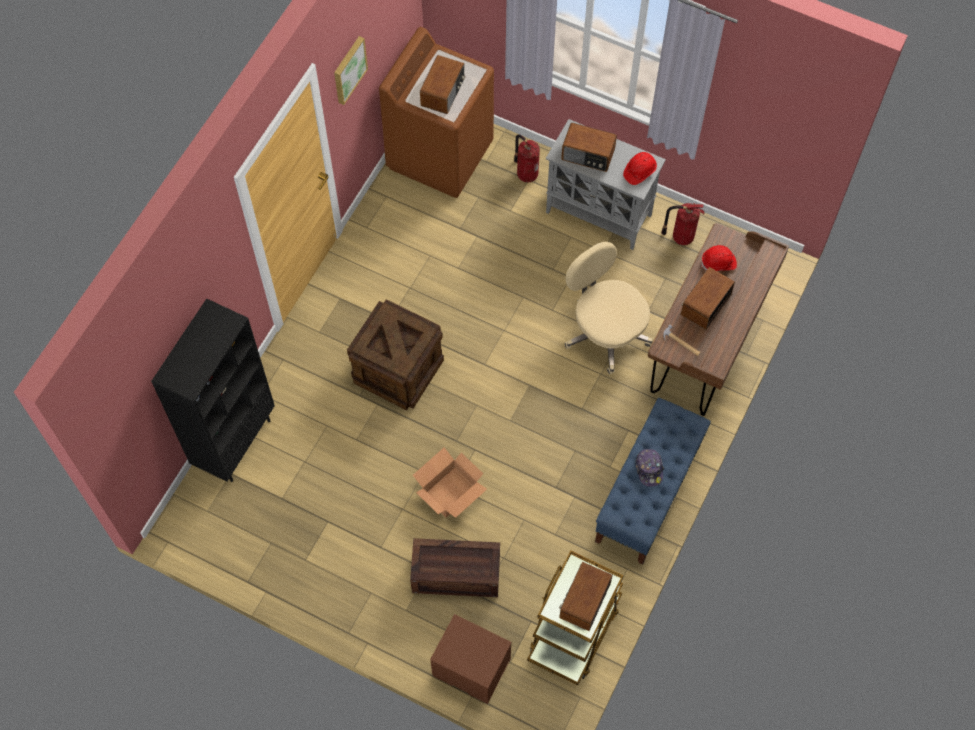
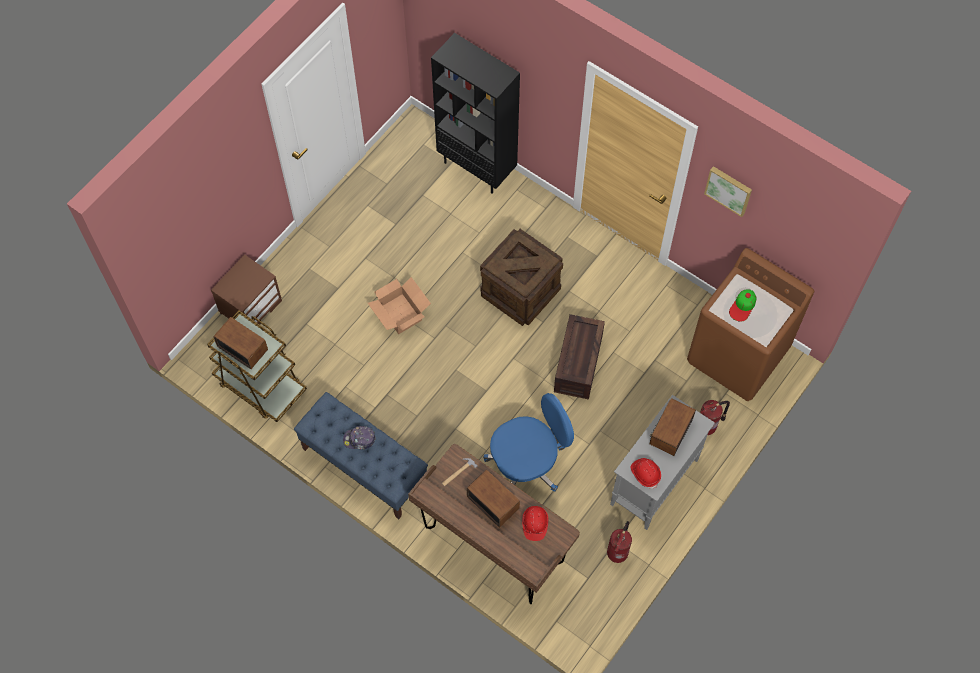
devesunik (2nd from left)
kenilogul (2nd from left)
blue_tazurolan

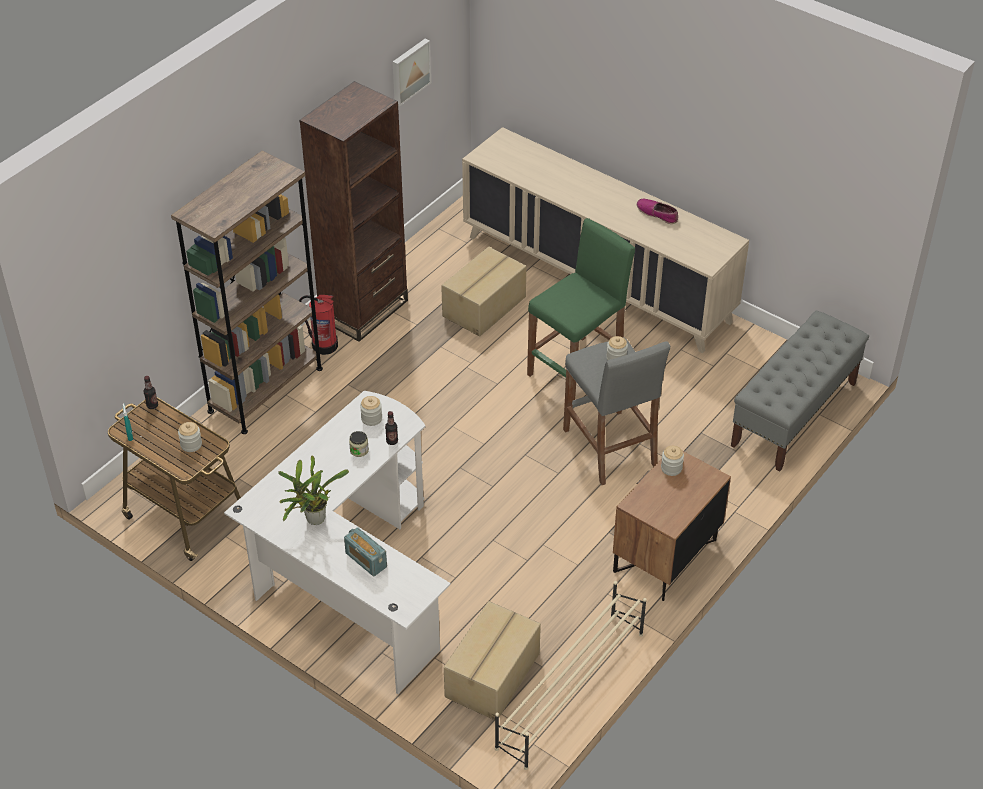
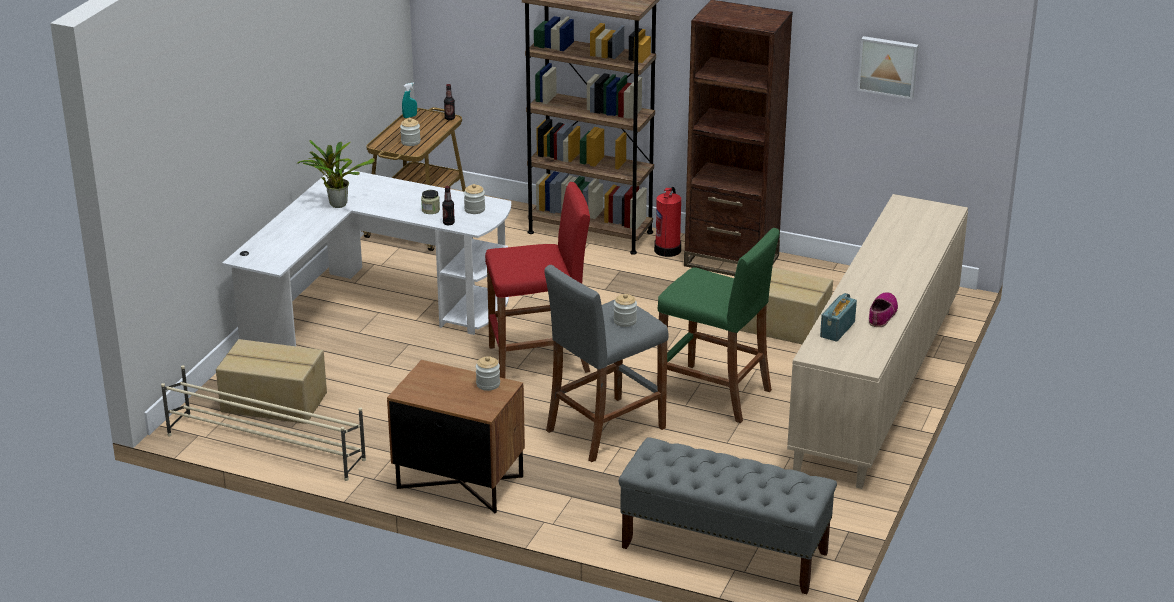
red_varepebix
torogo

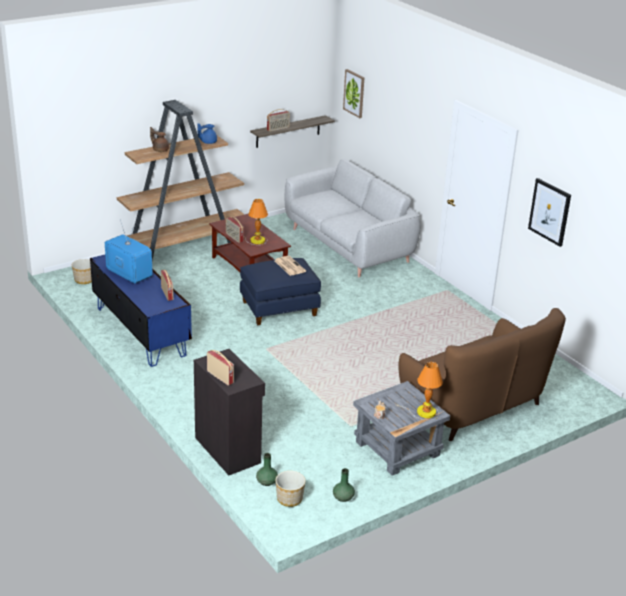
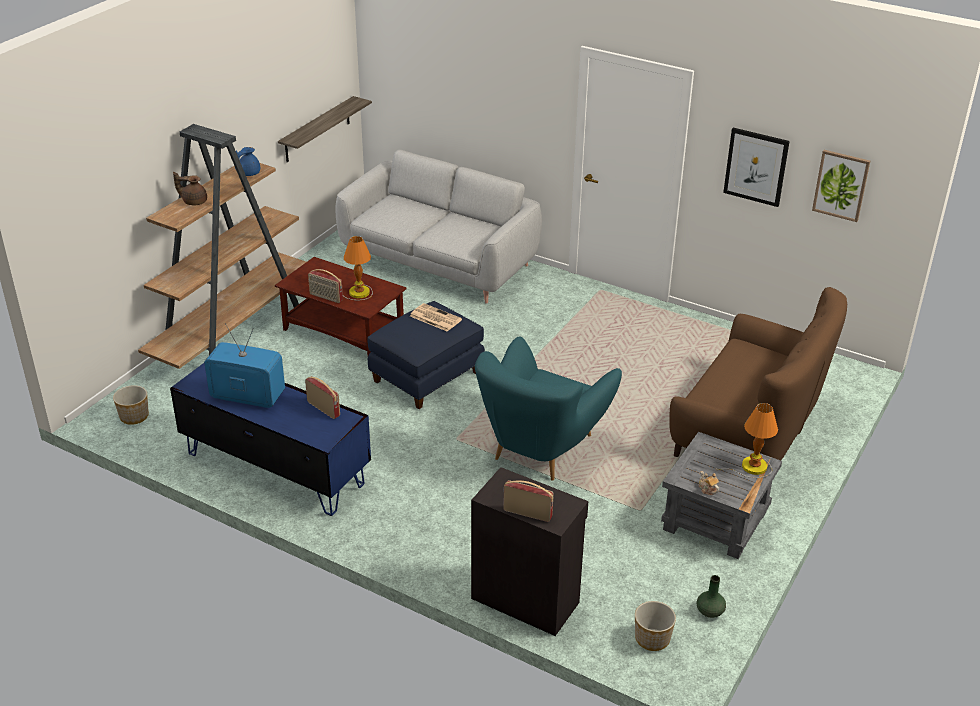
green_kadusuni (1st from left in the first image)
torogo (4th from left in the first image)
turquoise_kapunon
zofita (2nd from left)

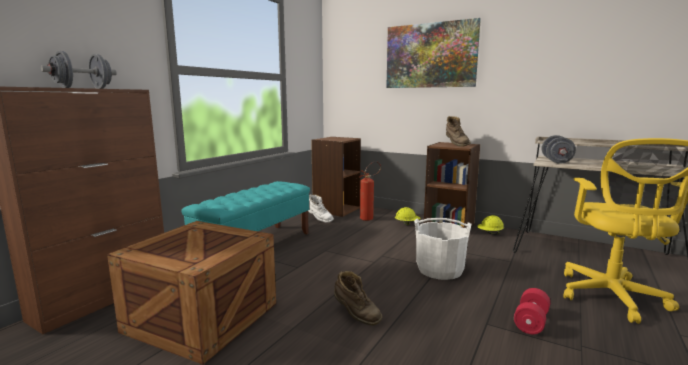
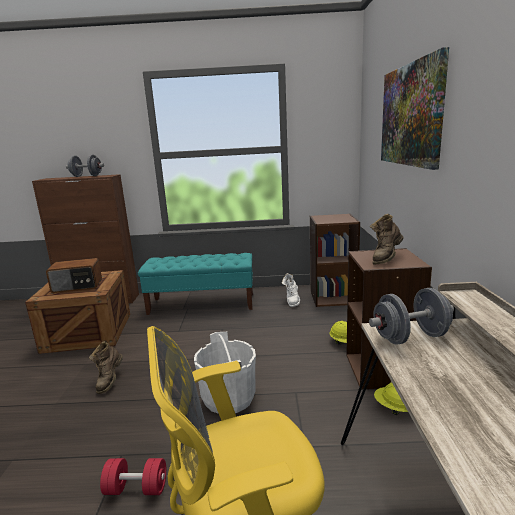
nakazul
torogo

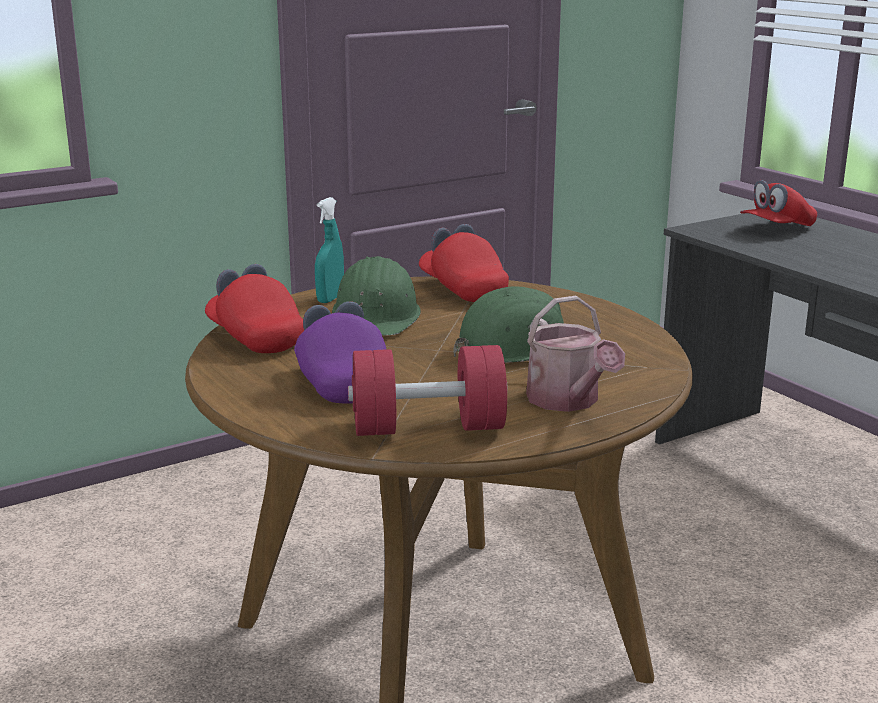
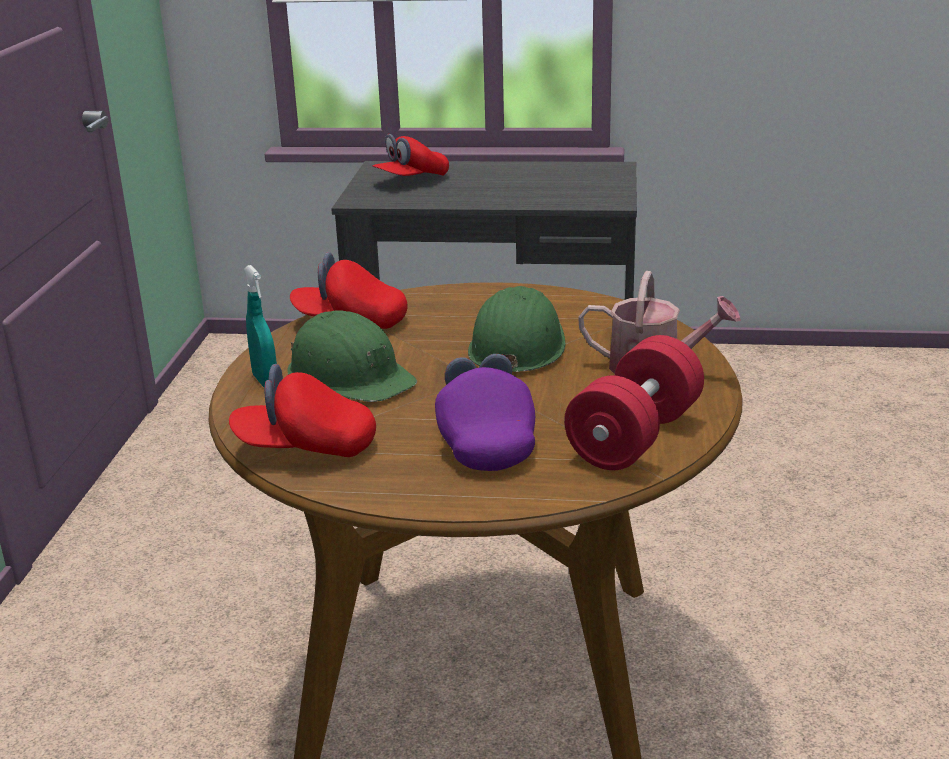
purple_kenilogul
red_kenilogul (3rd from left)

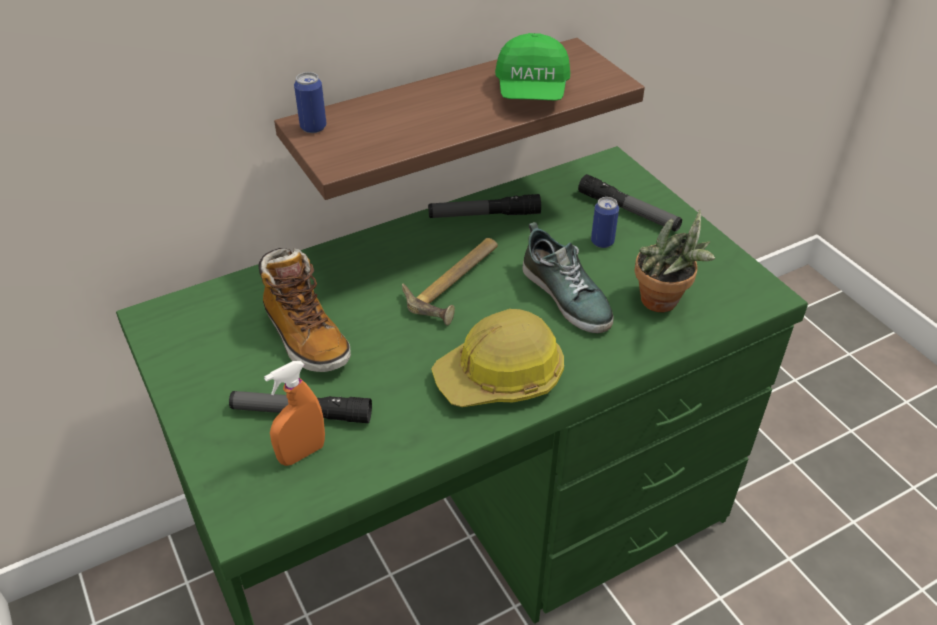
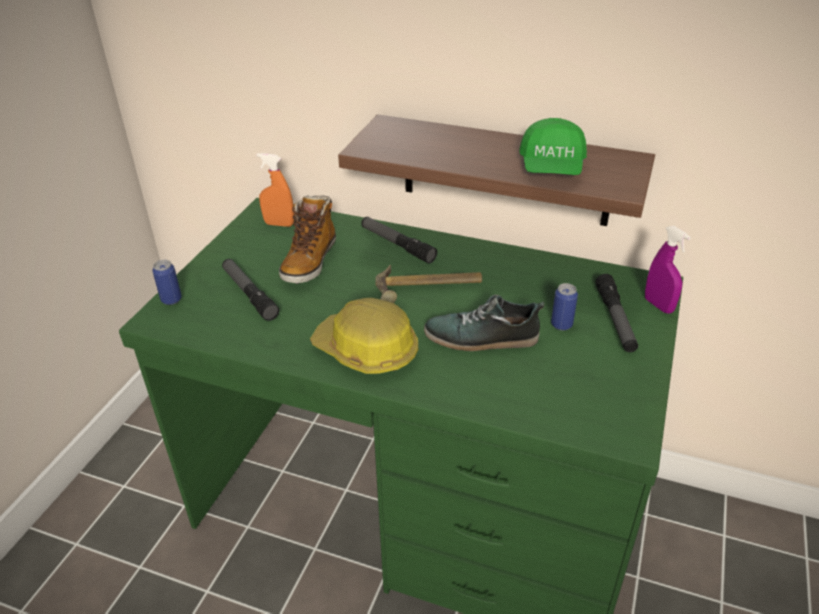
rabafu
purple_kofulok
orange_kofulok
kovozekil (1st from left)
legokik (2nd from left)
green_kenilogul
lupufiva

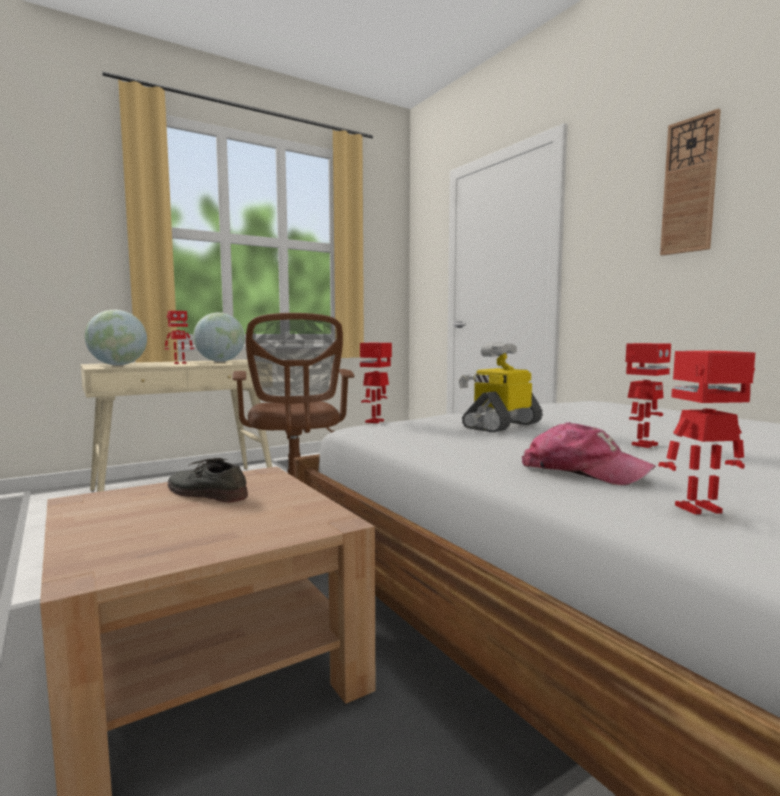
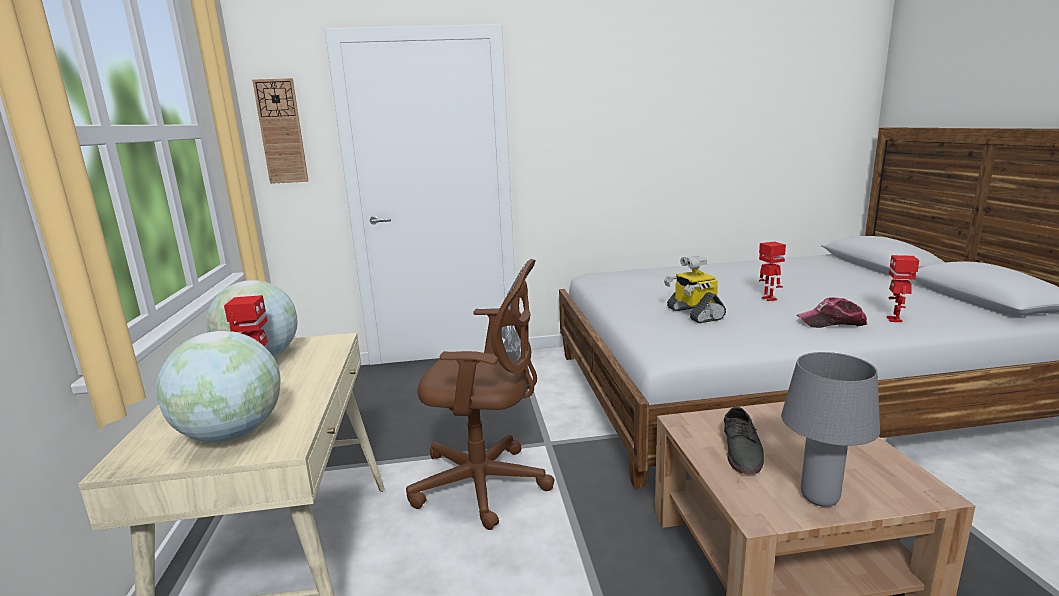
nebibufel (2nd from left in the first image)
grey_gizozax
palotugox
grey_lupufiva
kenilogul

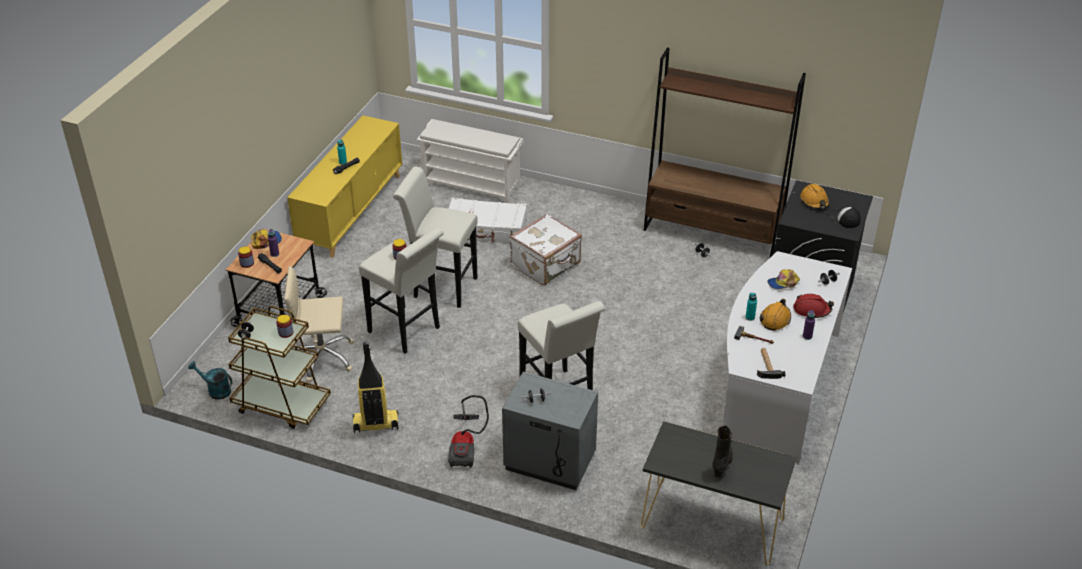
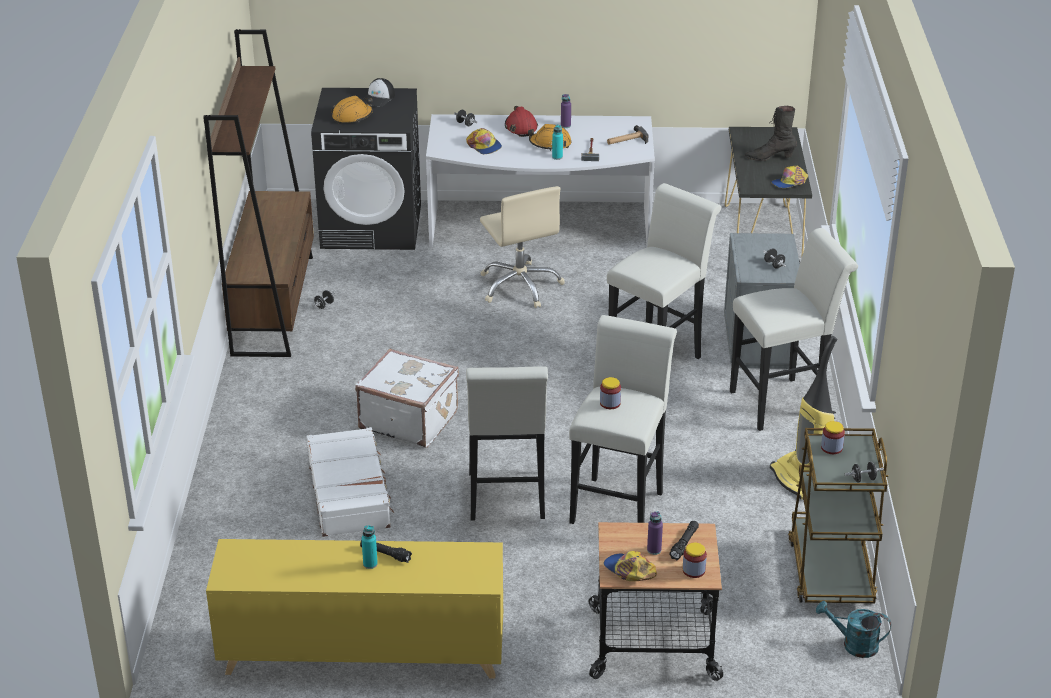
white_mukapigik
kenilogul (4th from left)
beige_tazurolan
white_varepebix (4th from left)
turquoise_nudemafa

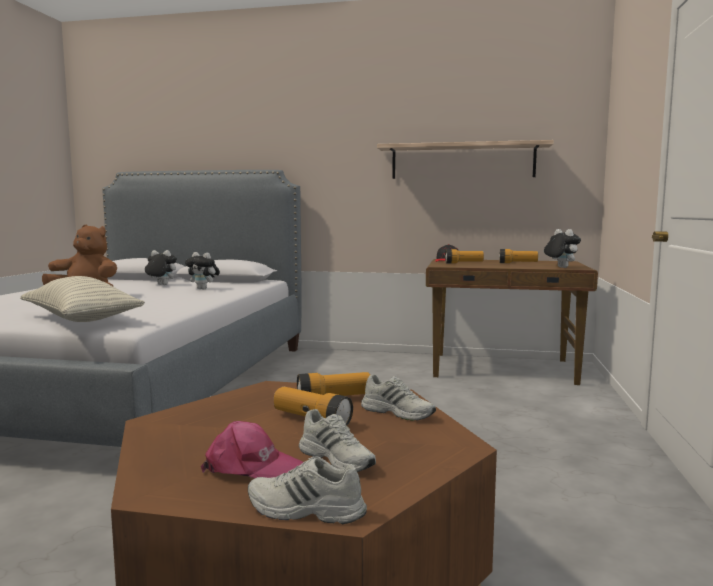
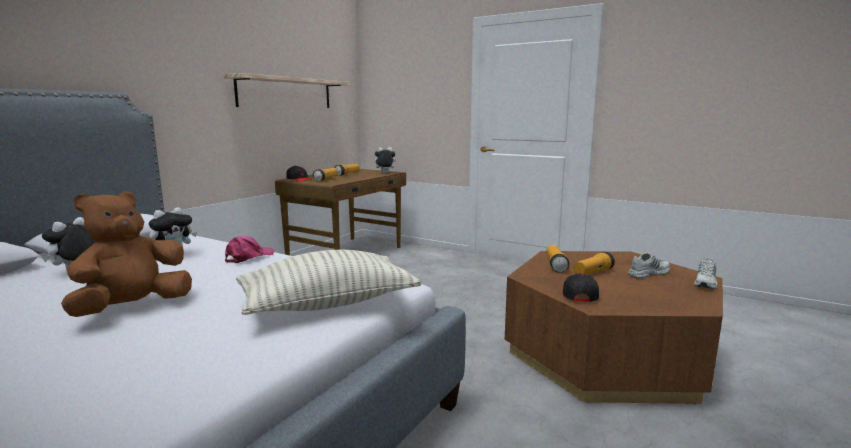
white_lupufiva (3rd from left in the first image)
black_kenilogul (2nd from left)
pink_kenilogul

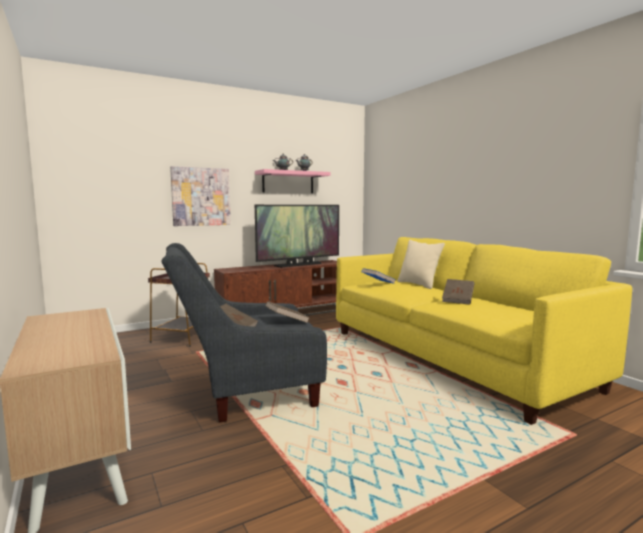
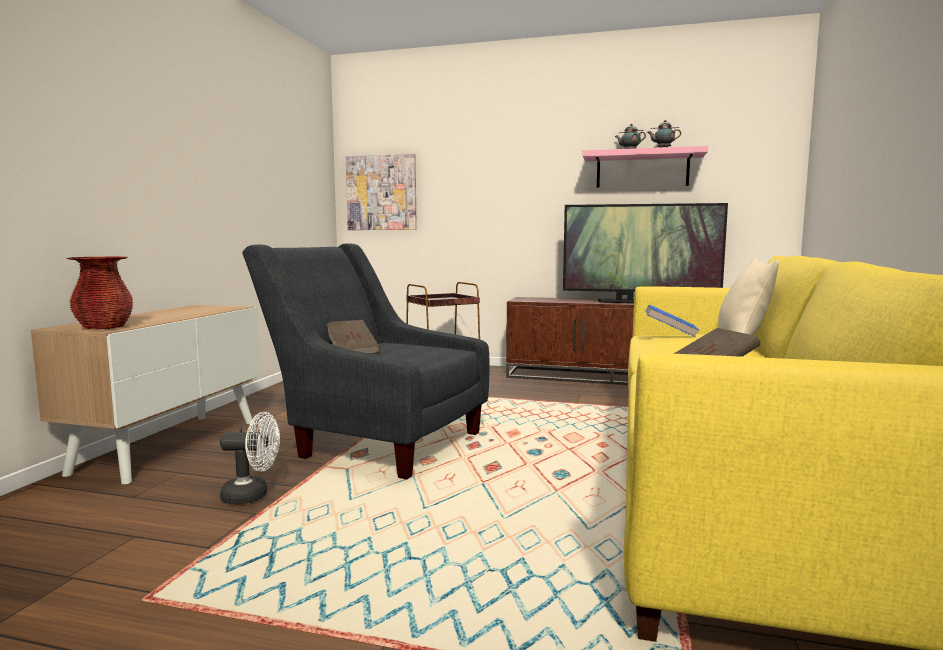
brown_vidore (2nd from left in the first image)
red_kadusuni
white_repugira
zofita

